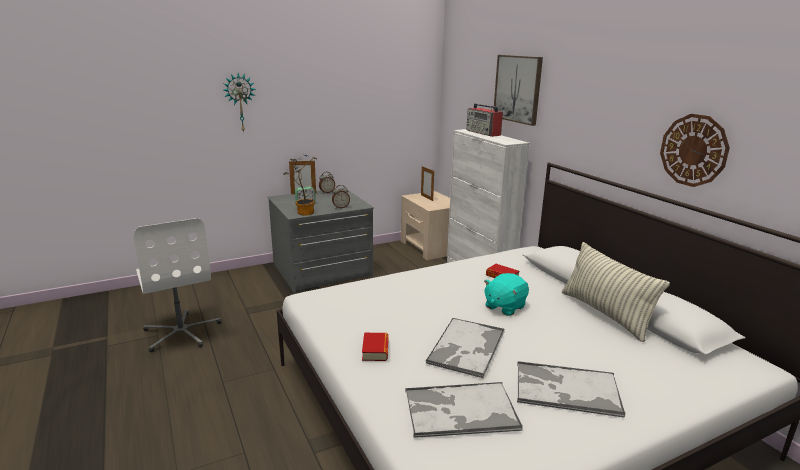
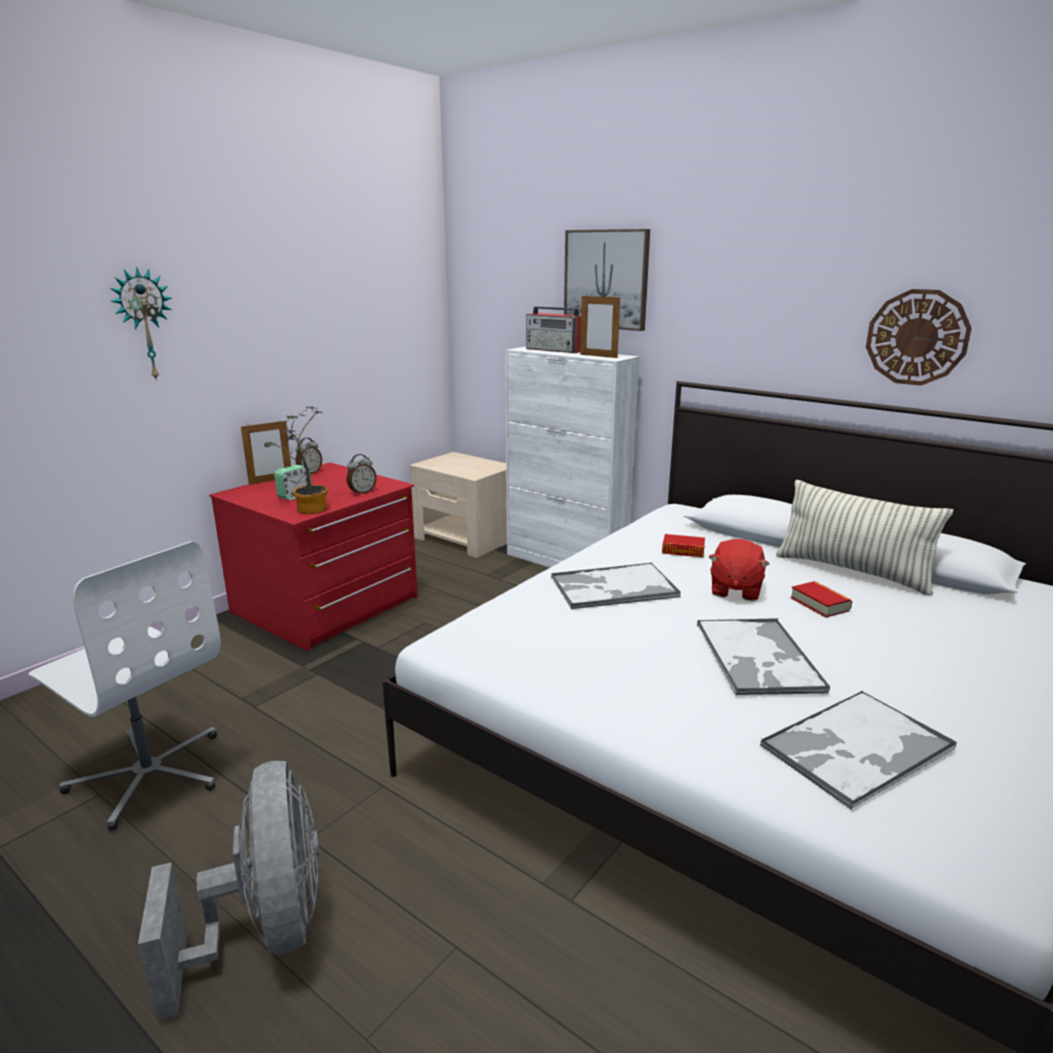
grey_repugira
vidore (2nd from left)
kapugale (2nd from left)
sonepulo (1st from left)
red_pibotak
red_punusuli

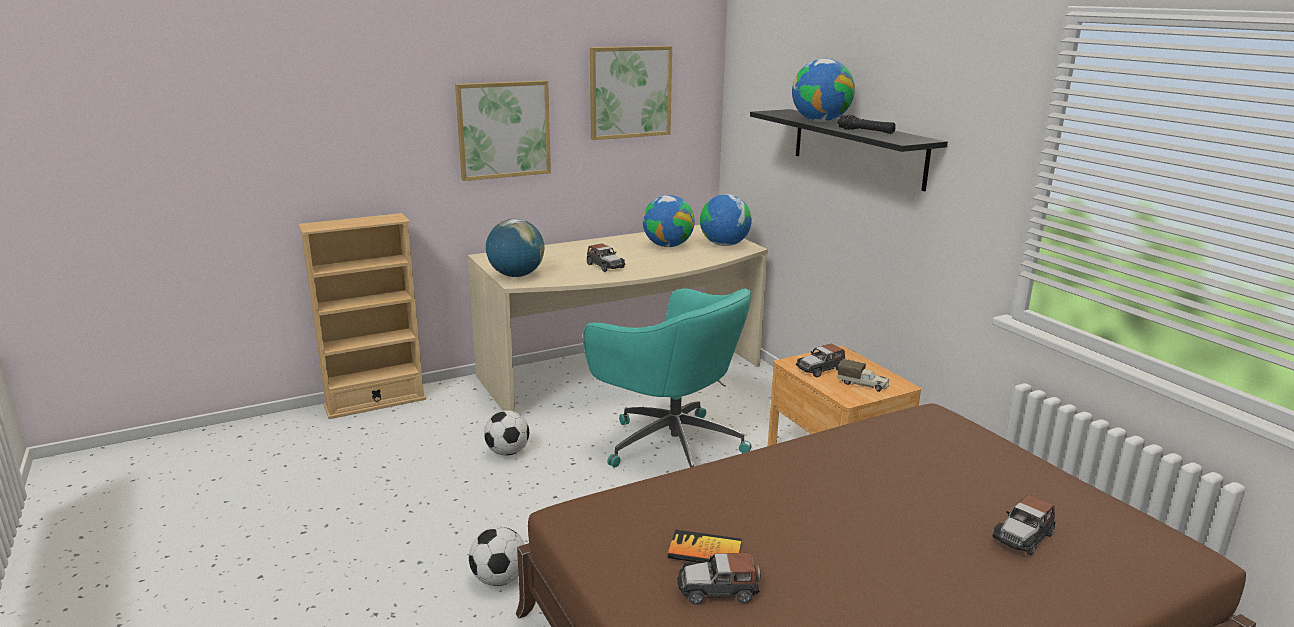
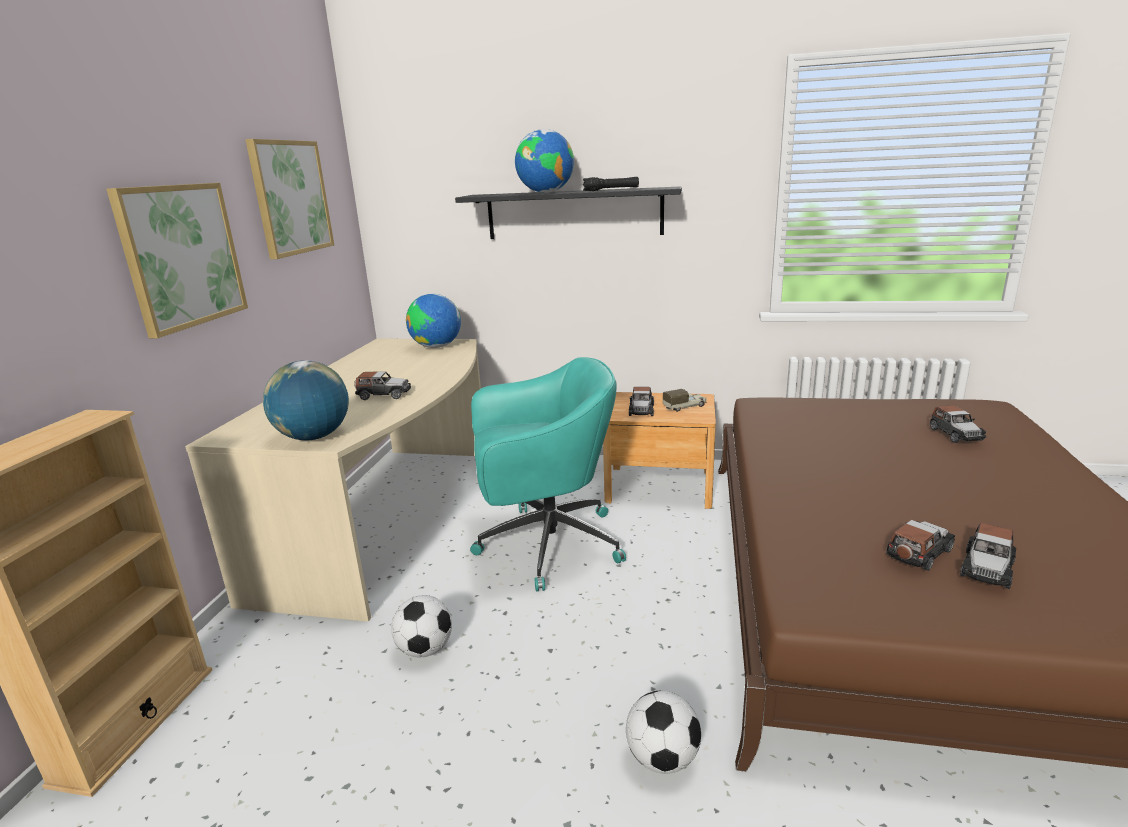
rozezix (2nd from left in the first image)
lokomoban (3rd from left)

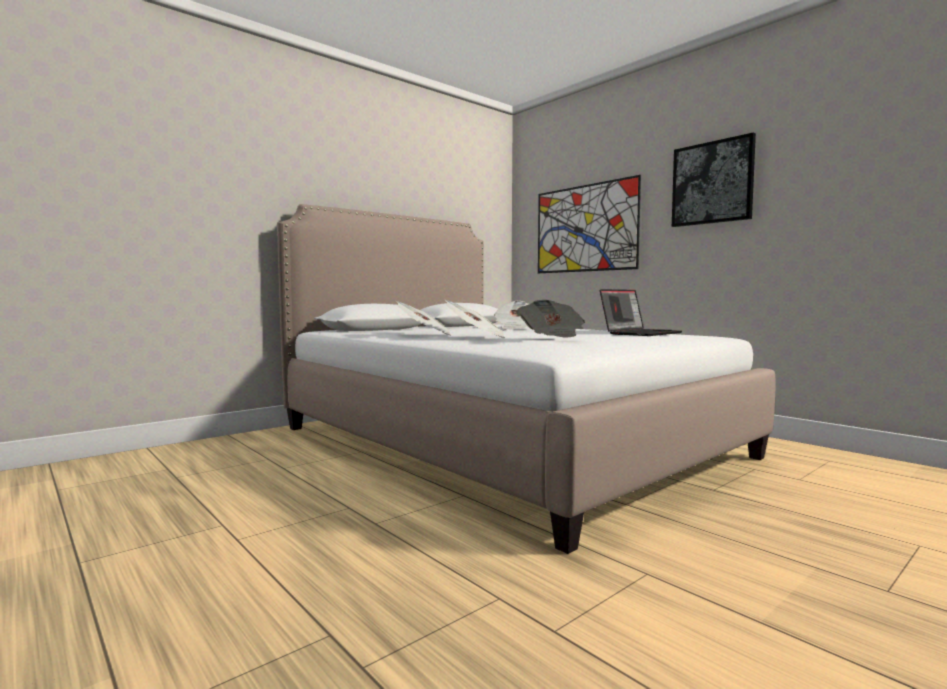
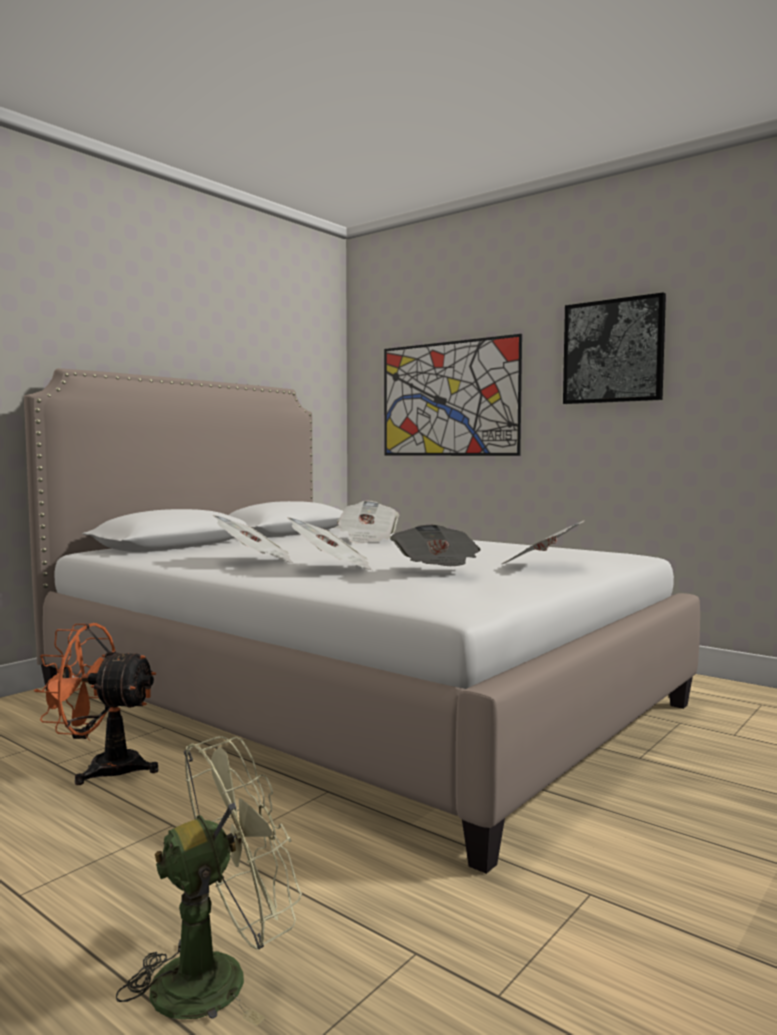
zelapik
orange_repugira
green_repugira
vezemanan (5th from left)

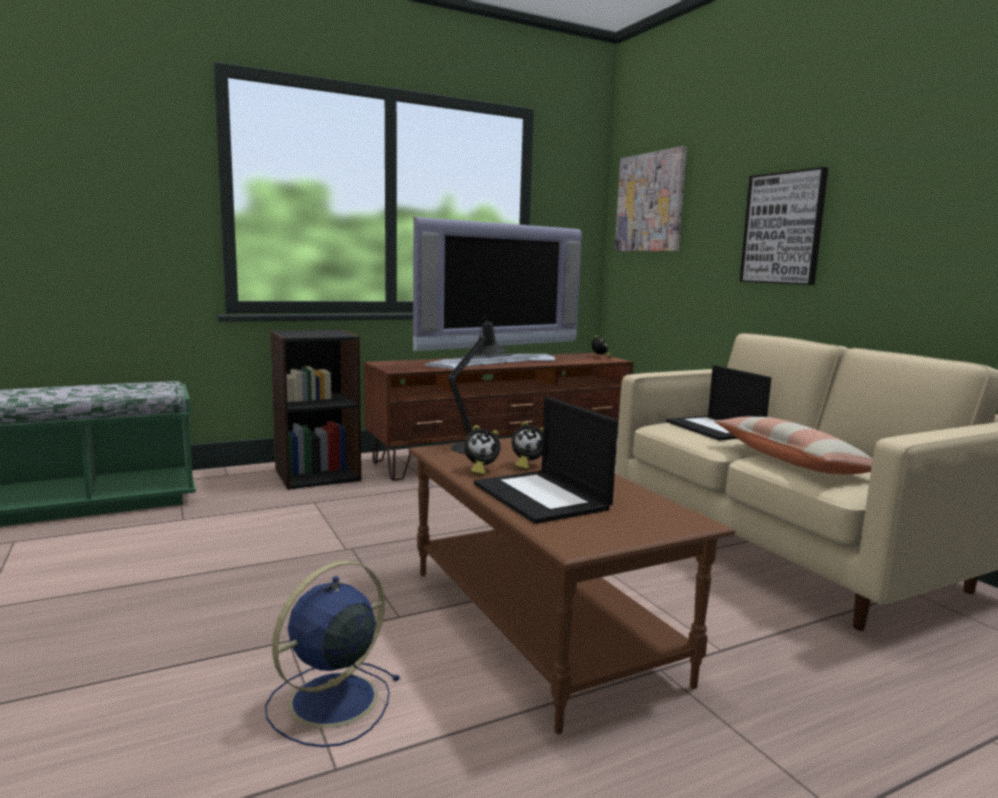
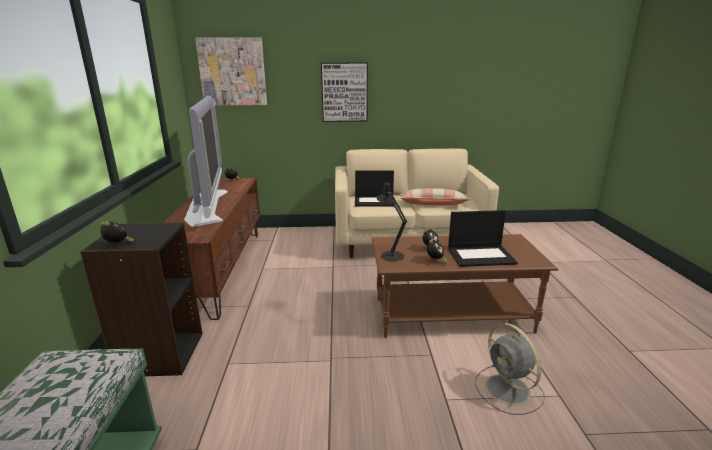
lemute (1st from left)
grey_repugira

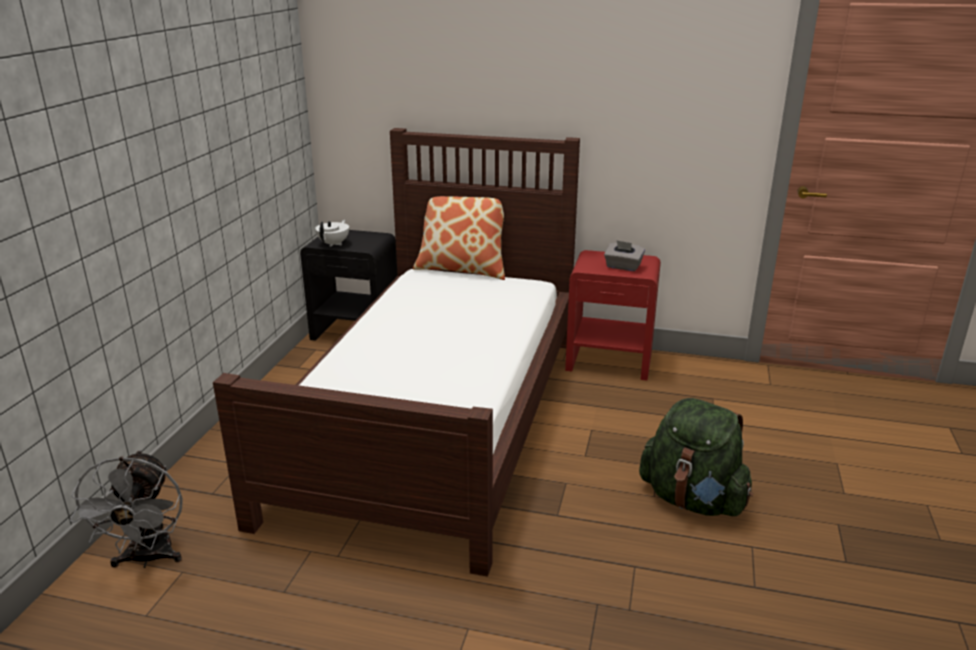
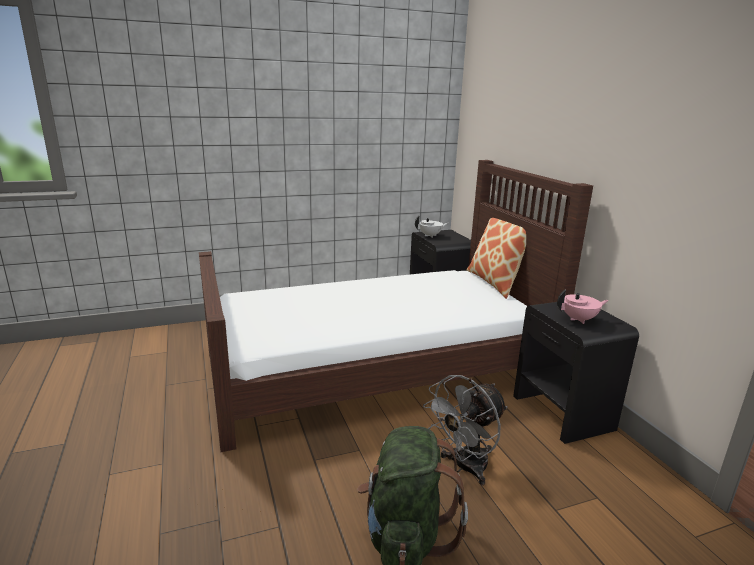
grey_repugira
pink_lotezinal
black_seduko (2nd from left)

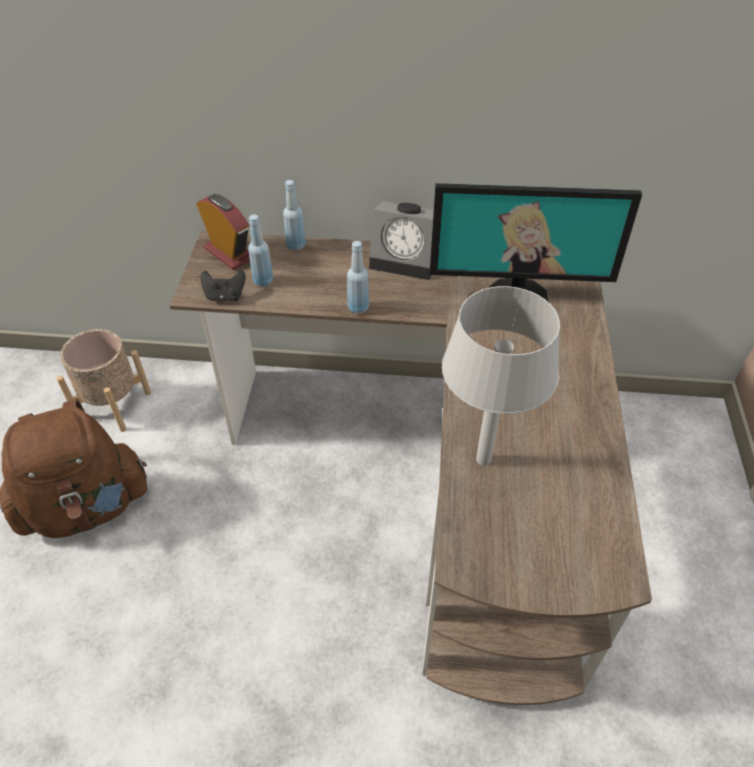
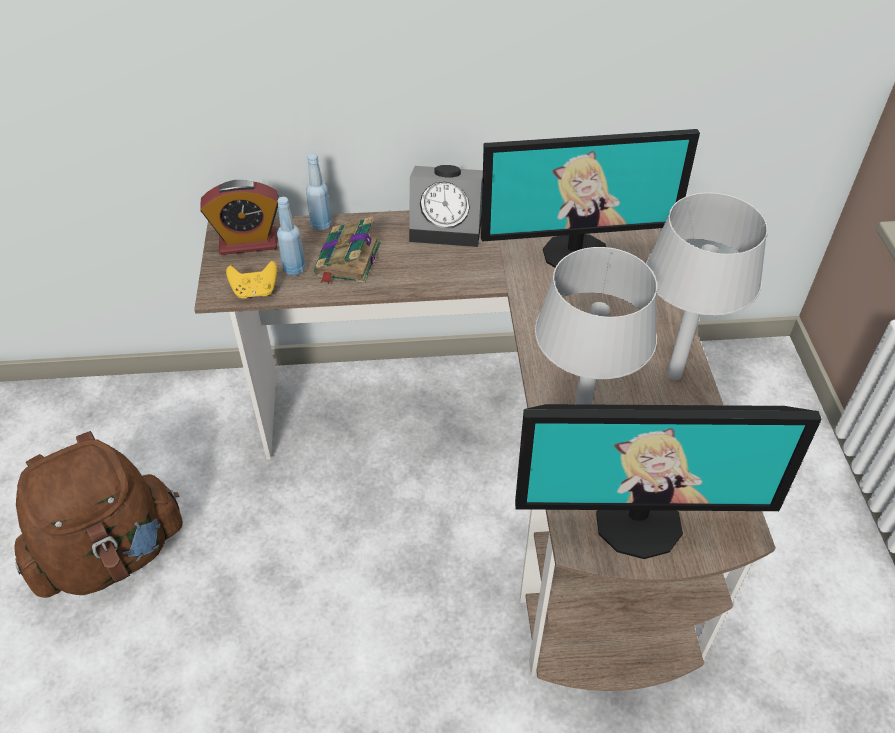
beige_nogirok
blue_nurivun (3rd from left in the first image)
vidore
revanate (2nd from left)
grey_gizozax (2nd from left)
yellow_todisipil
lemute (1st from left)

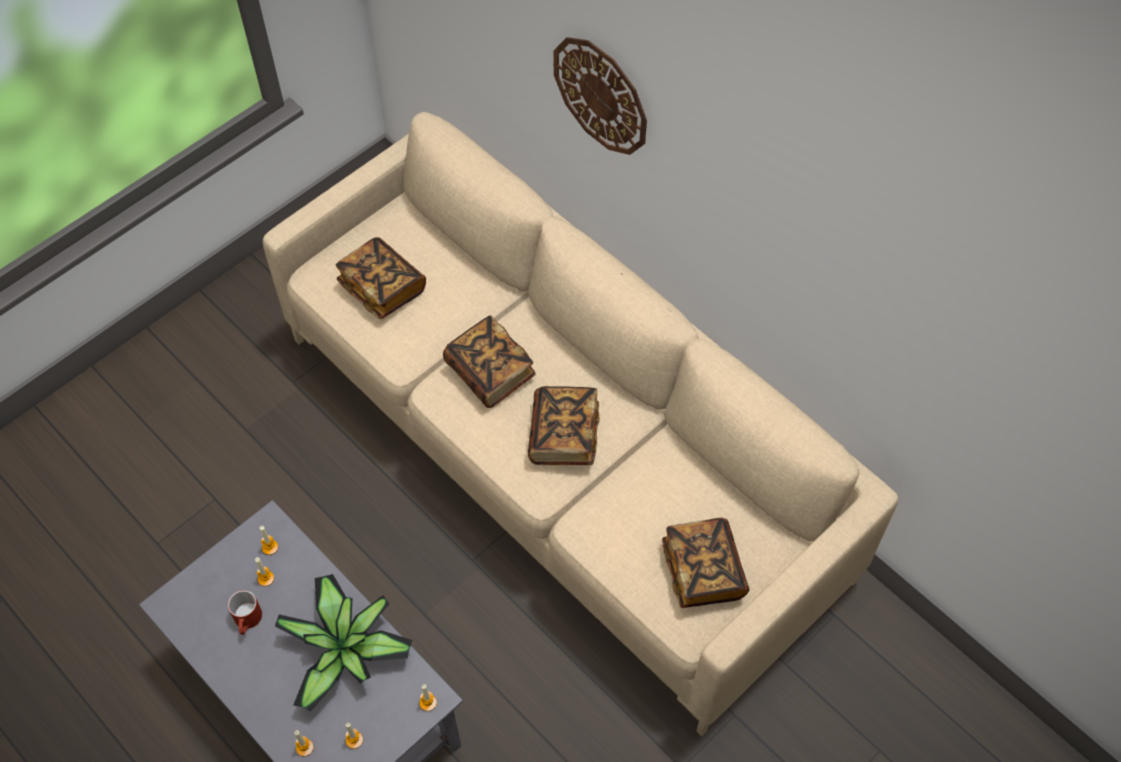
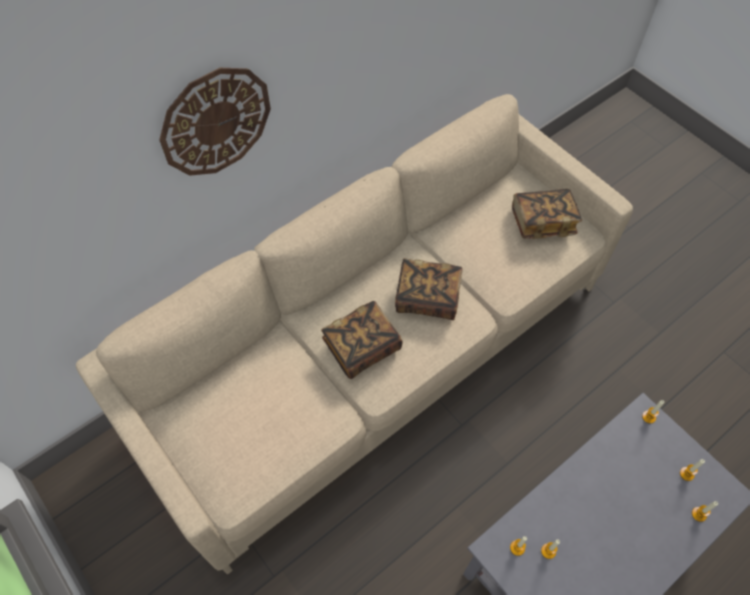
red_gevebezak
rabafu
vidore (1st from left in the first image)

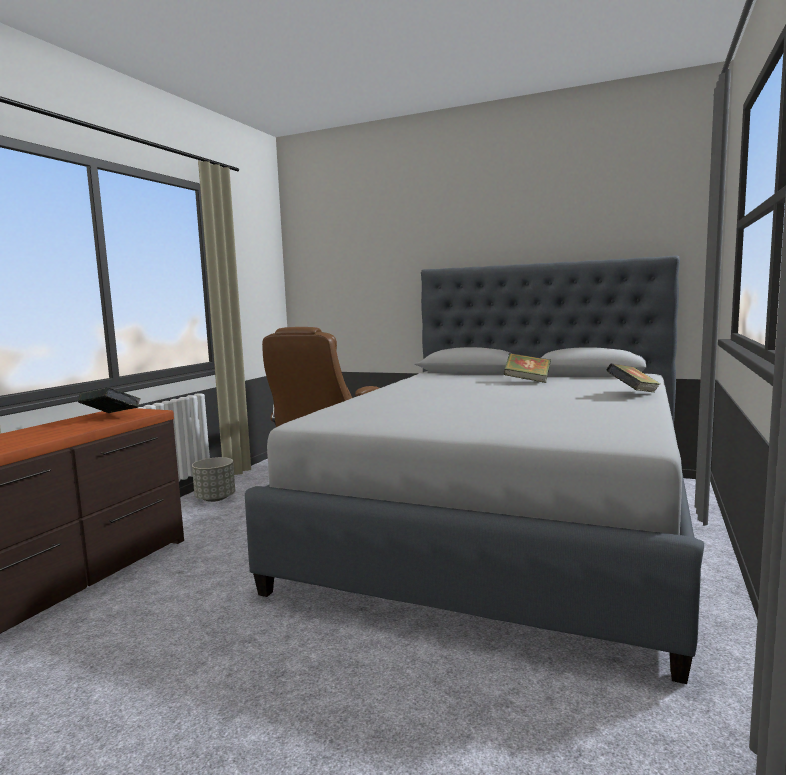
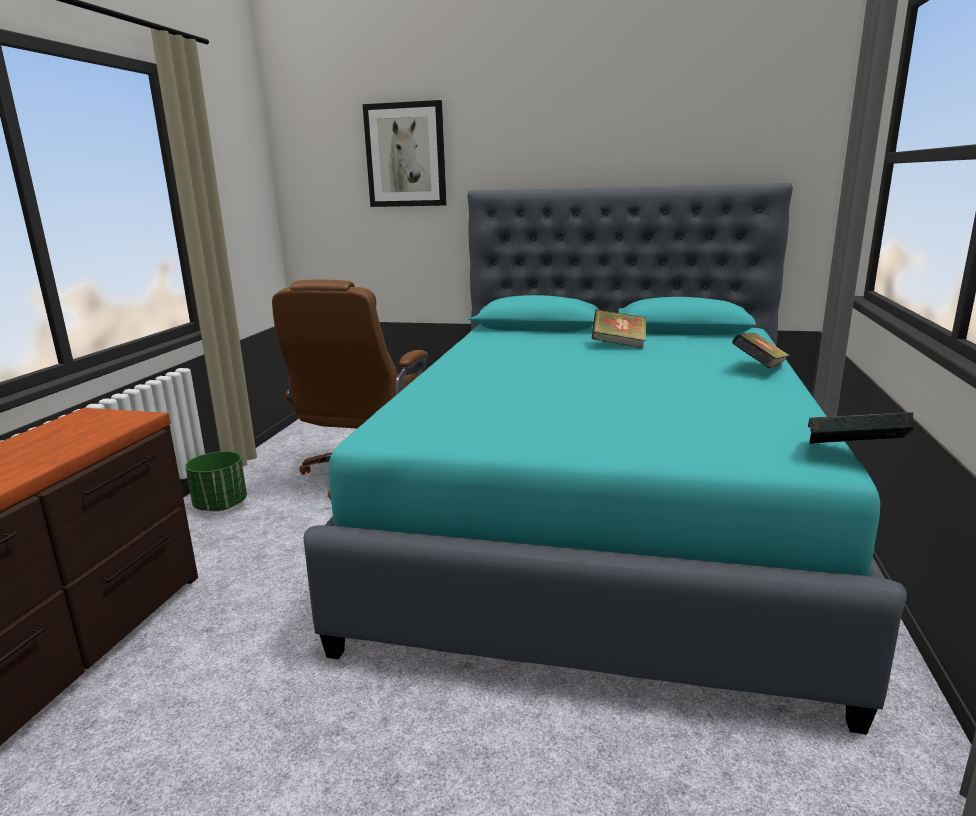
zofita
vidore (3rd from left)
green_nogirok
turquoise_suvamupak

